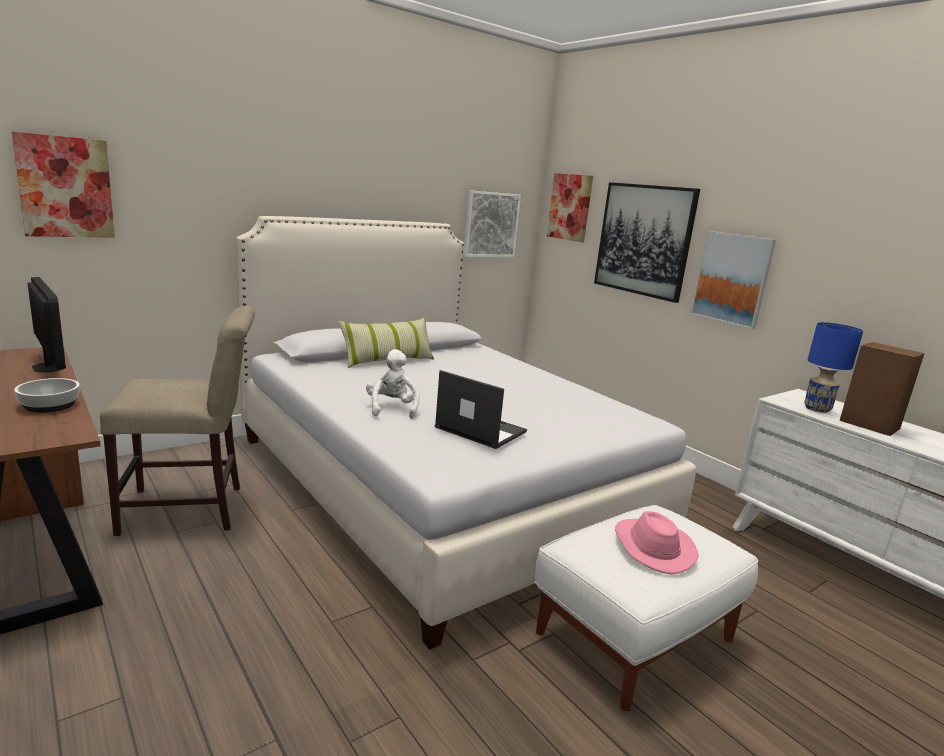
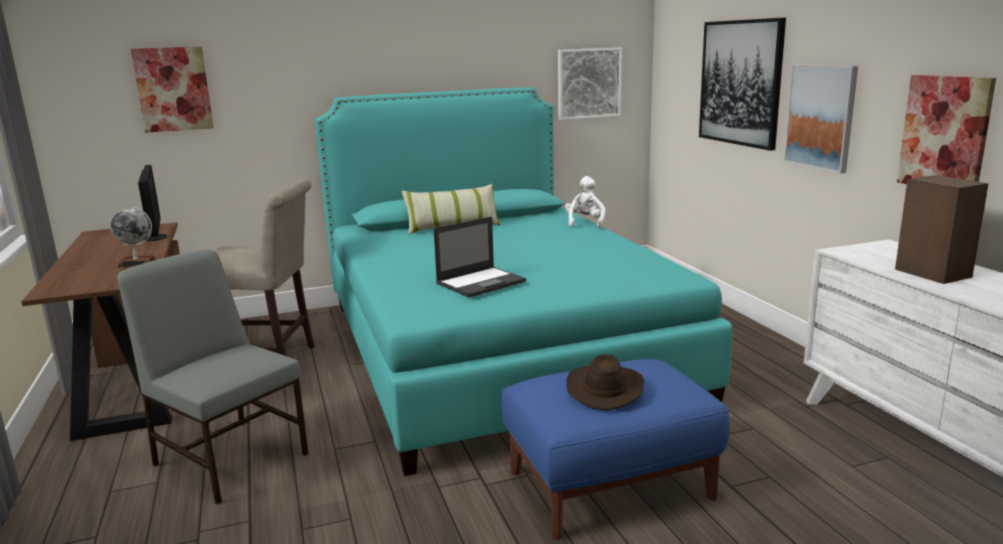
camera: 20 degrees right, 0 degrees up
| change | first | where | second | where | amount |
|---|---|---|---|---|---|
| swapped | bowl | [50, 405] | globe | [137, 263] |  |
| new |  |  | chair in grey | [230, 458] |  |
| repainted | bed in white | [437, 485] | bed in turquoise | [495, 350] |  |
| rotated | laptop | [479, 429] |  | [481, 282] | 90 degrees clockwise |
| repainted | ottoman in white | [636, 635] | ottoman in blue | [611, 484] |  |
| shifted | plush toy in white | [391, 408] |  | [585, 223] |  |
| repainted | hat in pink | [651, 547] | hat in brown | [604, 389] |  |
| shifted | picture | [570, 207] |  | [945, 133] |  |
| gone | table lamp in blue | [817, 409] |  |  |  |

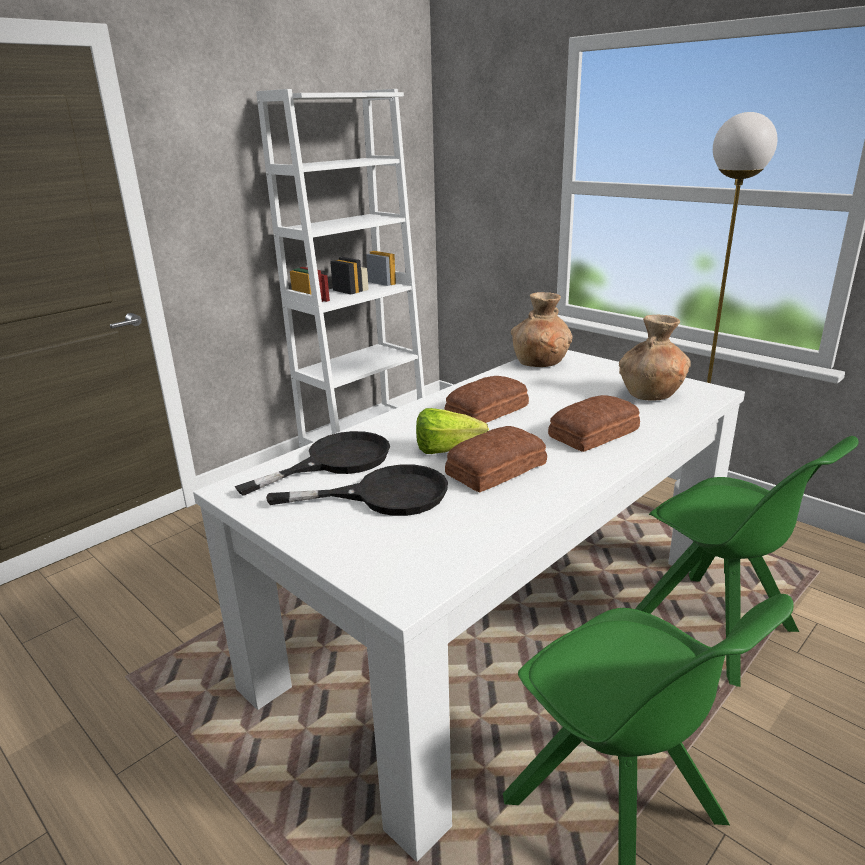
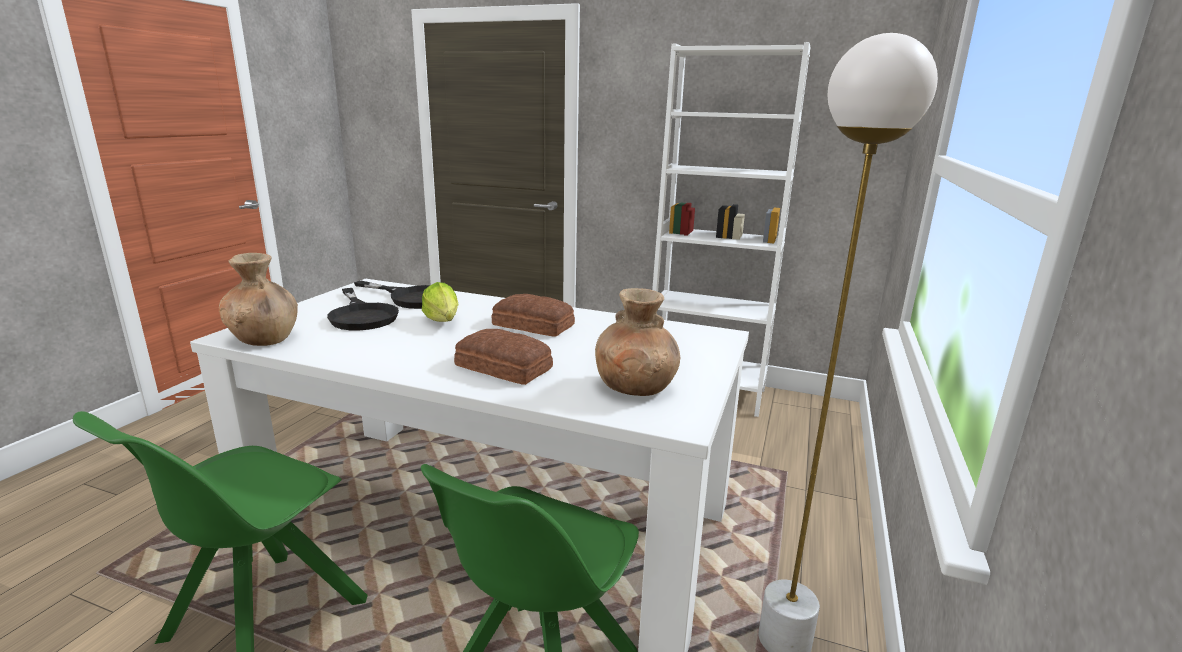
camera: 65 degrees right, 5 degrees down
| change | first | where | second | where | amount |
|---|---|---|---|---|---|
| shifted | vase in brown | [541, 363] |  | [265, 339] |  |
| gone | bread | [494, 469] |  |  |  |

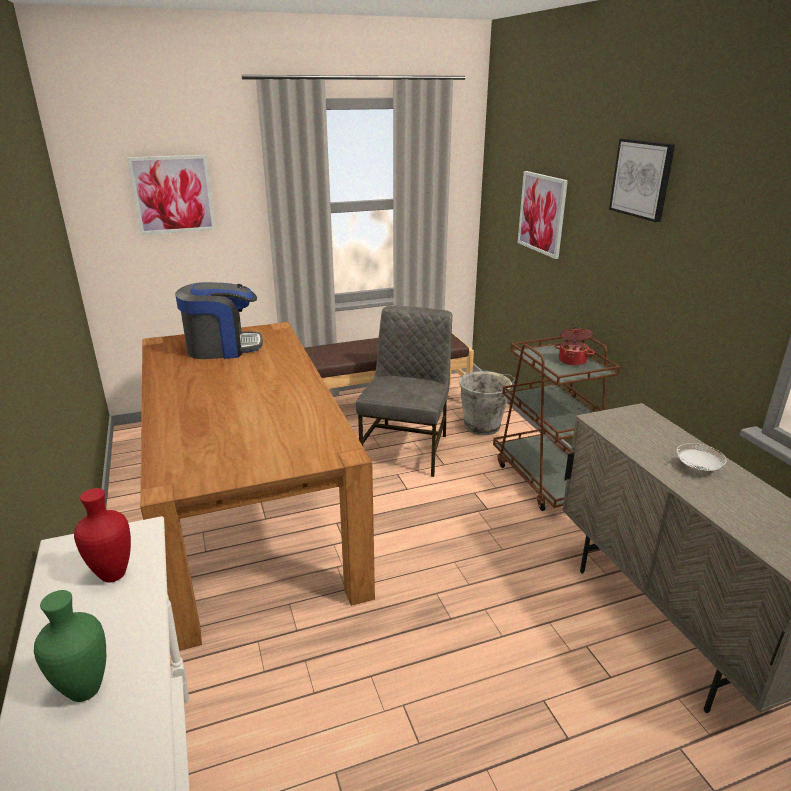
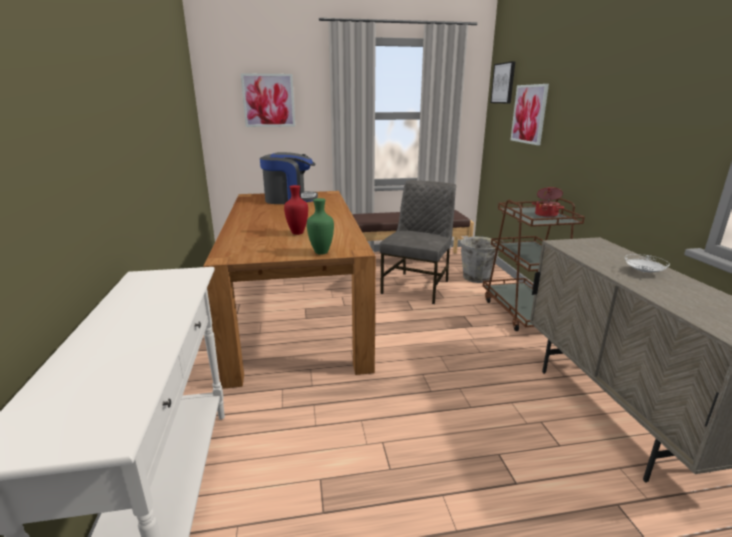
camera: 10 degrees right, 5 degrees down
| change | first | where | second | where | amount |
|---|---|---|---|---|---|
| shifted | vase in red | [111, 575] |  | [296, 233] |  |
| shifted | vase in green | [84, 692] |  | [321, 253] |  |
| shifted | picture | [642, 179] |  | [503, 83] |  |

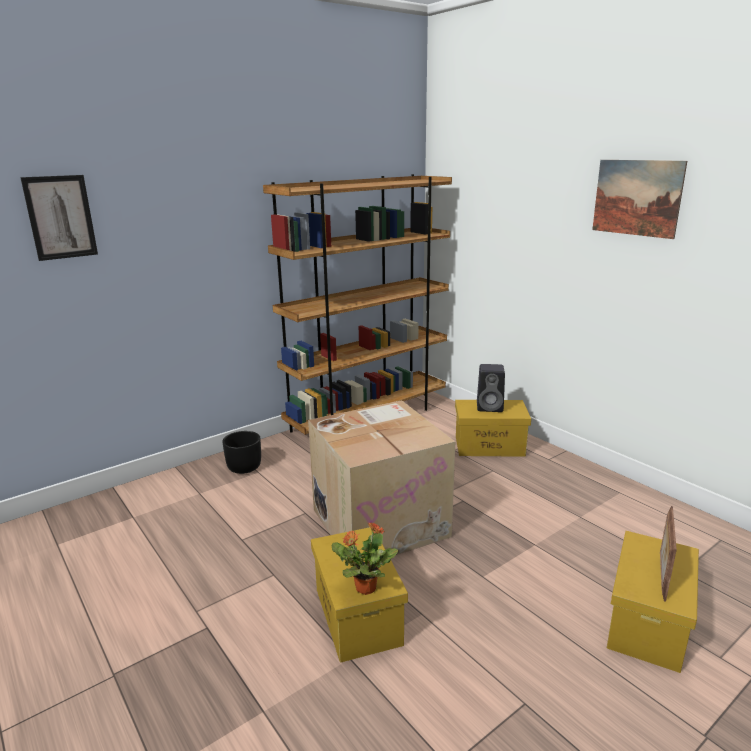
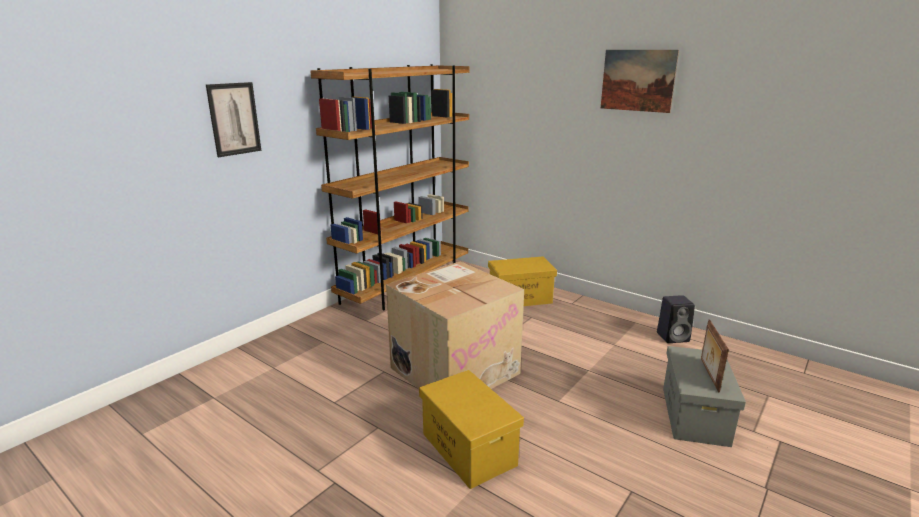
camera: 15 degrees left, 0 degrees up
| change | first | where | second | where | amount |
|---|---|---|---|---|---|
| shifted | picture | [60, 217] |  | [234, 119] |  |
| shifted | speaker in black | [490, 407] |  | [673, 337] |  |
| repainted | storage box in yellow | [647, 624] | storage box in grey | [695, 416] |  |
| gone | planter in black | [244, 467] |  |  |  |
| gone | potted plant | [364, 587] |  |  |  |

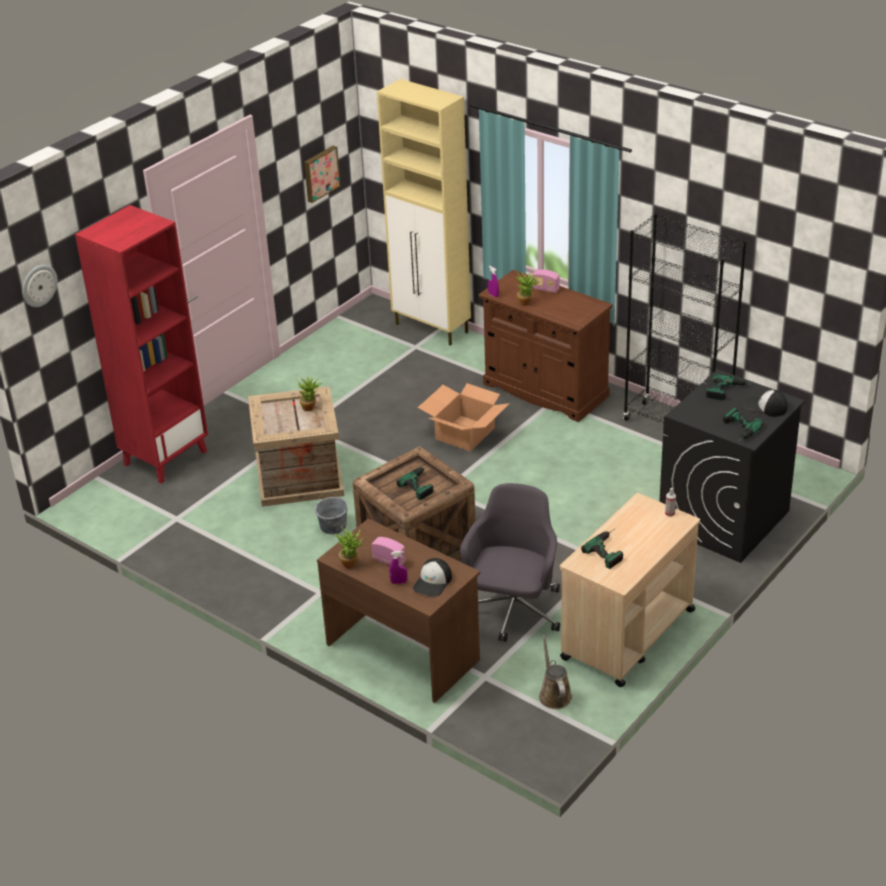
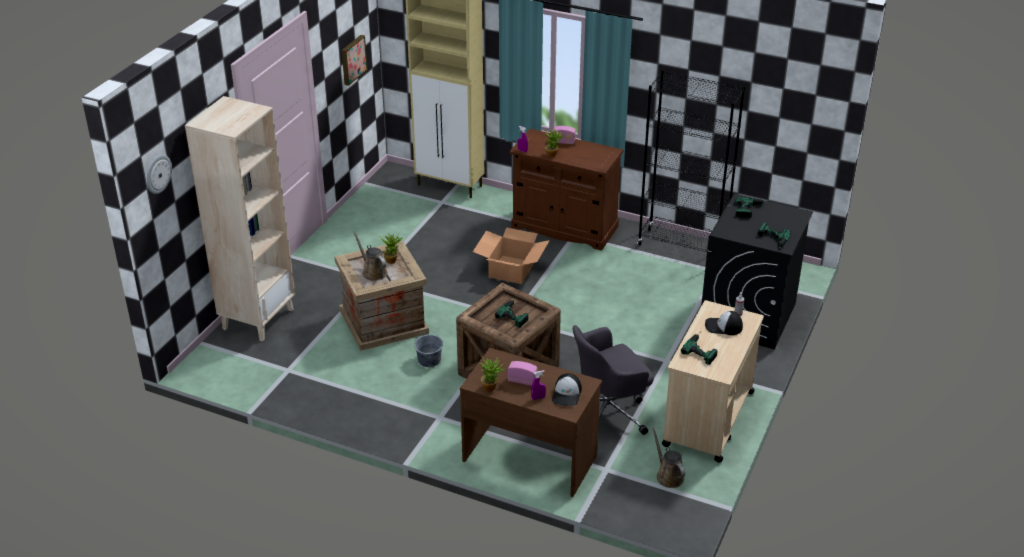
camera: 15 degrees left, 0 degrees up
| change | first | where | second | where | amount |
|---|---|---|---|---|---|
| repainted | bookcase in red | [165, 457] | bookcase in beige | [258, 318] |  |
| new |  |  | watering can in brown | [373, 272] |  |
| rotated | office chair in grey | [512, 611] |  | [608, 412] | 120 degrees counterclockwise |
| shifted | cap | [765, 407] |  | [723, 326] |  |

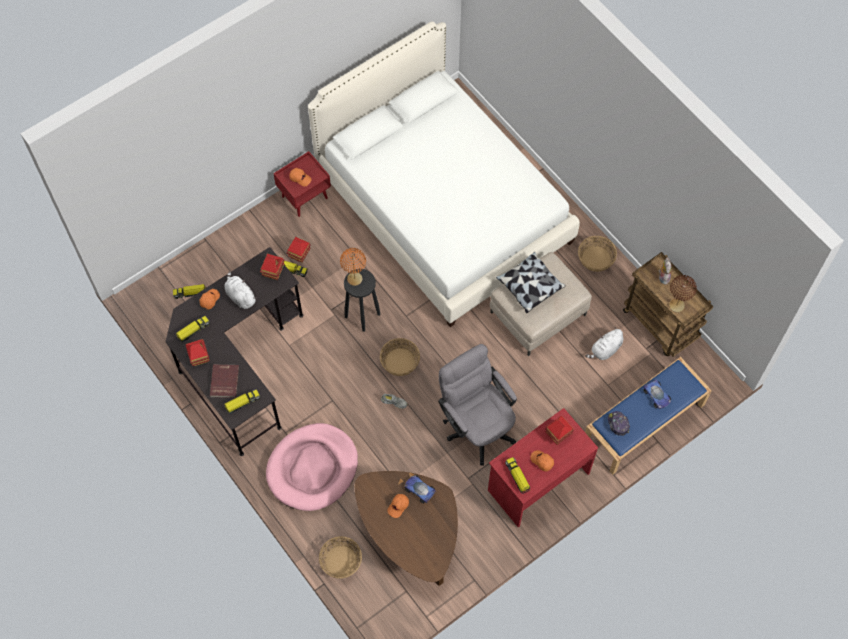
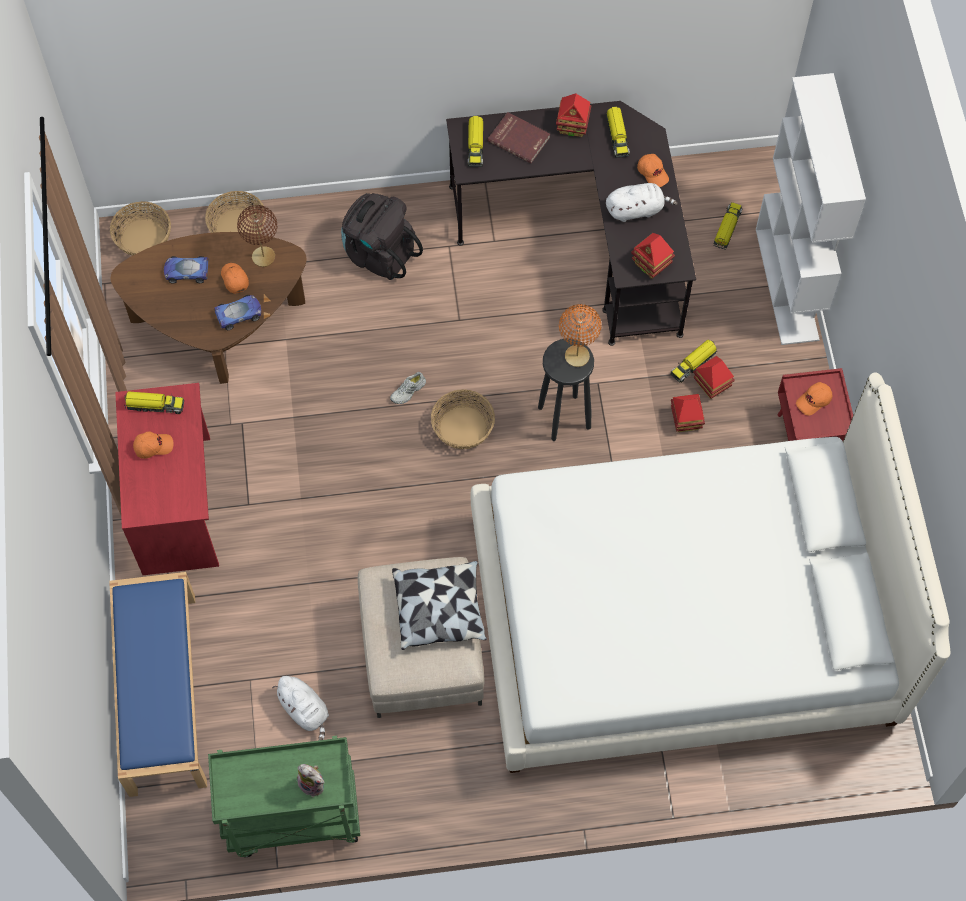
camera: 120 degrees right, 0 degrees up
| change | first | where | second | where | amount |
|---|---|---|---|---|---|
| shifted | basket | [595, 259] |  | [144, 238] |  |
| shifted | toy car | [657, 396] |  | [186, 271] |  |
| repainted | cart in brown | [661, 324] | cart in green | [292, 818] |  |
| shifted | table lamp in brown | [676, 306] |  | [263, 257] |  |
| rotated | plush toy in white | [605, 350] |  | [305, 710] | 150 degrees clockwise |
| swapped | dog bed in pink | [312, 468] | backpack in black | [379, 253] |  |
| shifted | toy house | [558, 434] |  | [685, 420] |  |
| new |  |  | bookcase in white | [787, 284] |  |
| gone | office chair in grey | [476, 425] |  |  |  |
| gone | cap | [618, 424] |  |  |  |

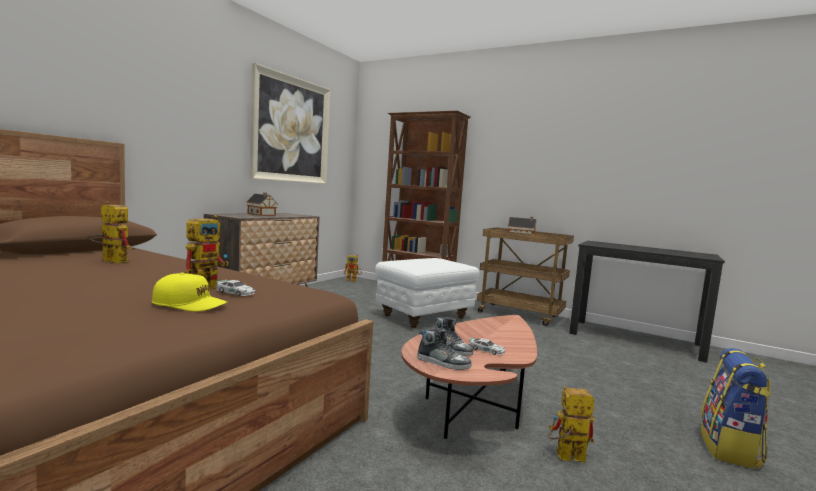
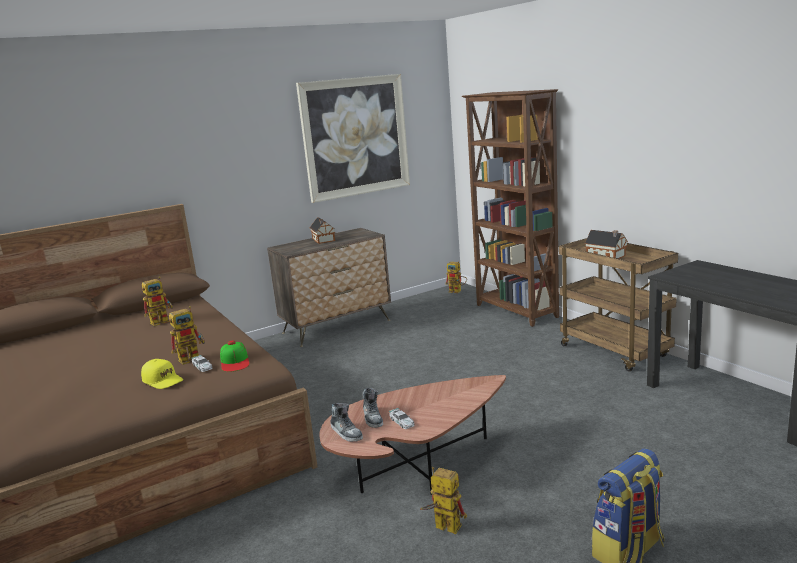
camera: 30 degrees right, 10 degrees up
| change | first | where | second | where | amount |
|---|---|---|---|---|---|
| rotated | toy robot | [110, 260] |  | [163, 321] | 90 degrees clockwise |
| new |  |  | cap | [235, 361] |  |
| gone | ottoman in white | [424, 317] |  |  |  |

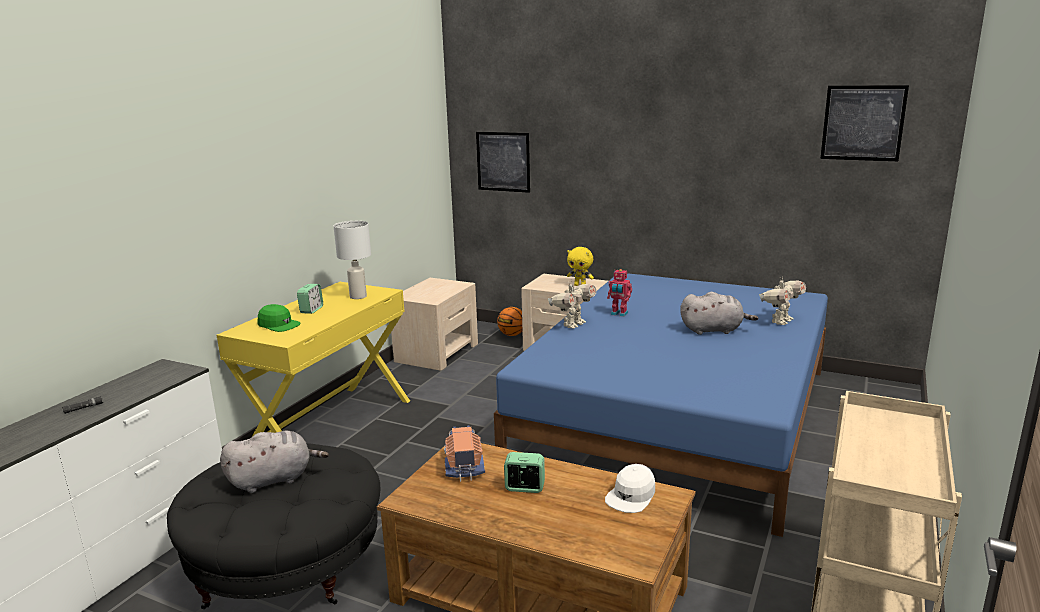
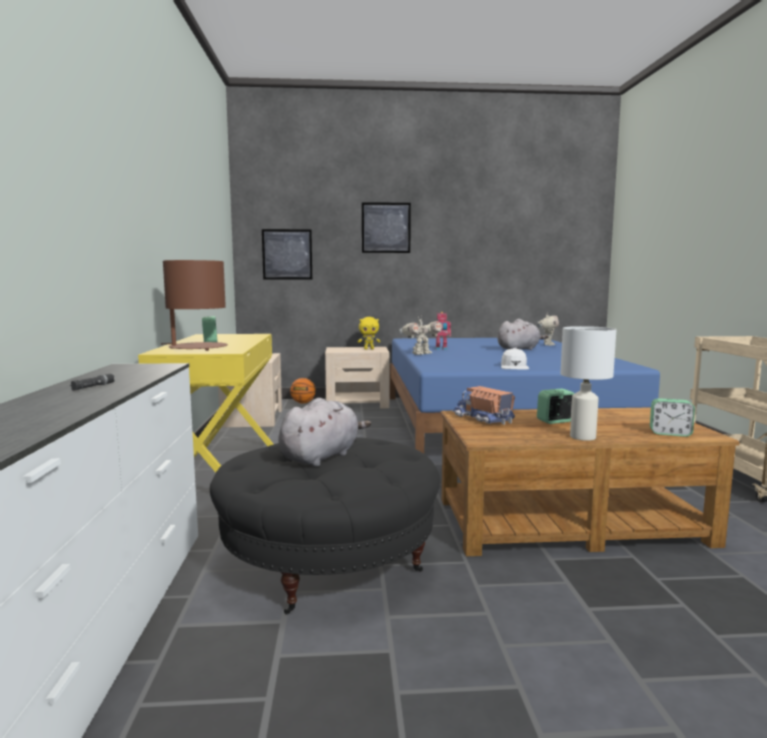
camera: 30 degrees left, 10 degrees down
| change | first | where | second | where | amount |
|---|---|---|---|---|---|
| swapped | cap in green | [278, 325] | table lamp in brown | [197, 348] |  |
| shifted | picture | [863, 123] |  | [386, 228] |  |
| rotated | toy robot | [572, 325] |  | [421, 354] | 45 degrees clockwise |
| shifted | cap in white | [631, 496] |  | [514, 367] |  |
| shifted | table lamp in white | [358, 296] |  | [583, 437] |  |
| new |  |  | alarm clock | [670, 433] |  |

